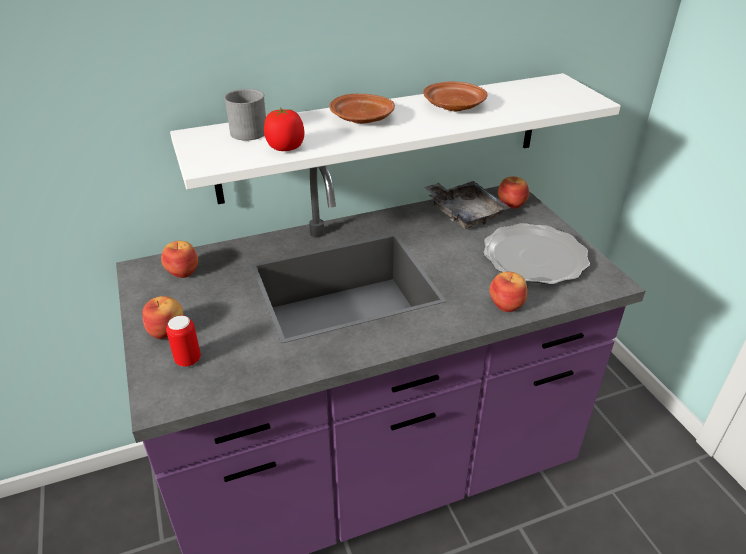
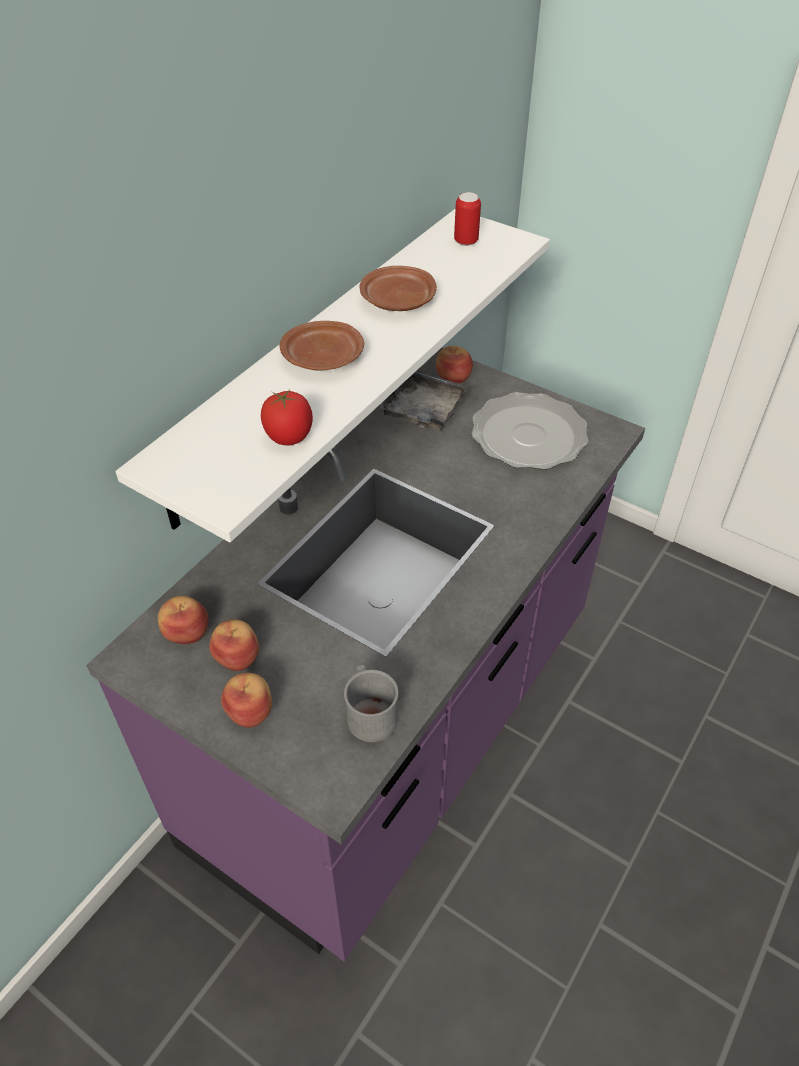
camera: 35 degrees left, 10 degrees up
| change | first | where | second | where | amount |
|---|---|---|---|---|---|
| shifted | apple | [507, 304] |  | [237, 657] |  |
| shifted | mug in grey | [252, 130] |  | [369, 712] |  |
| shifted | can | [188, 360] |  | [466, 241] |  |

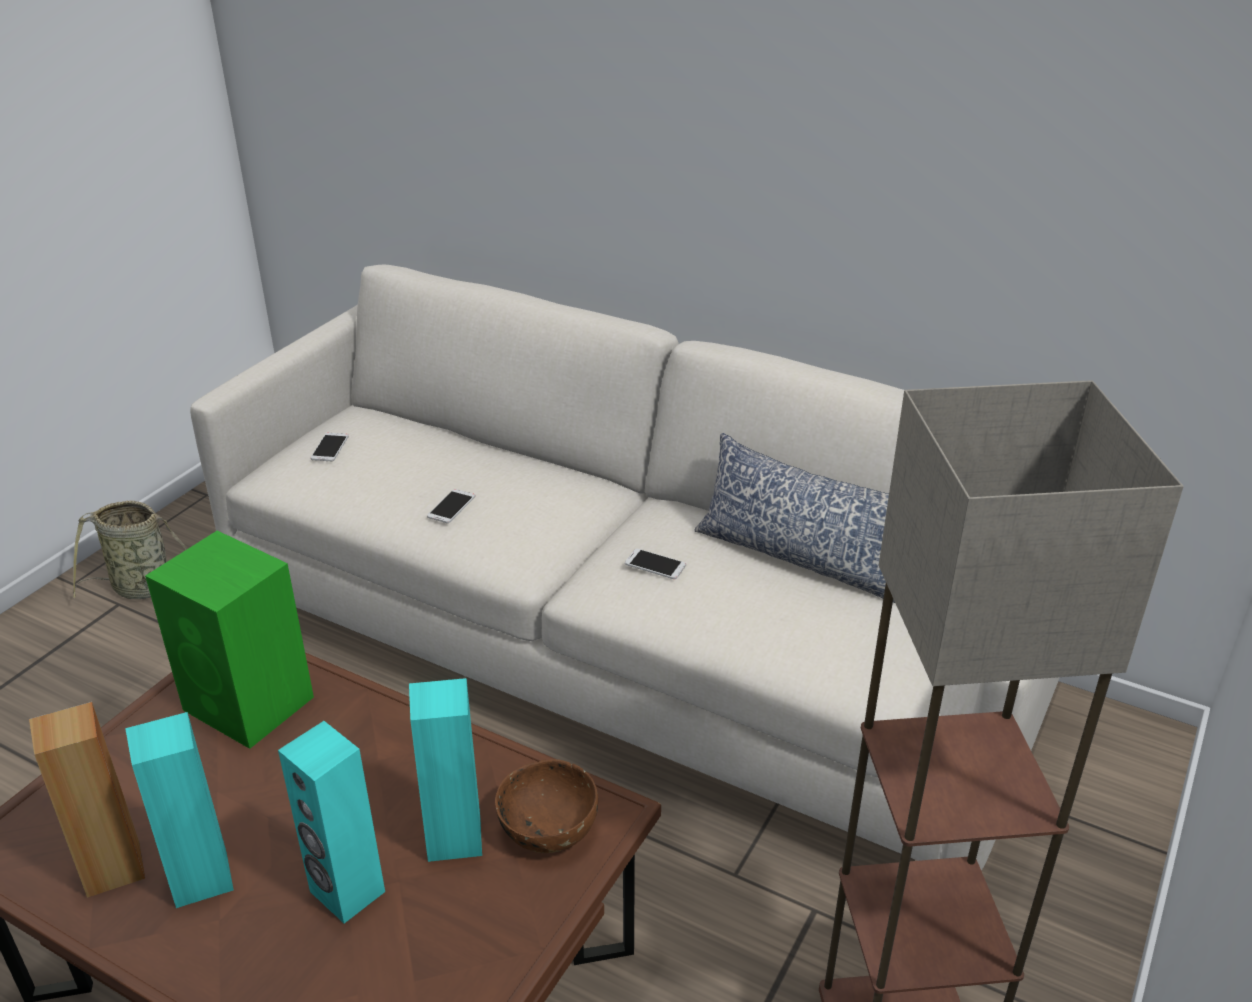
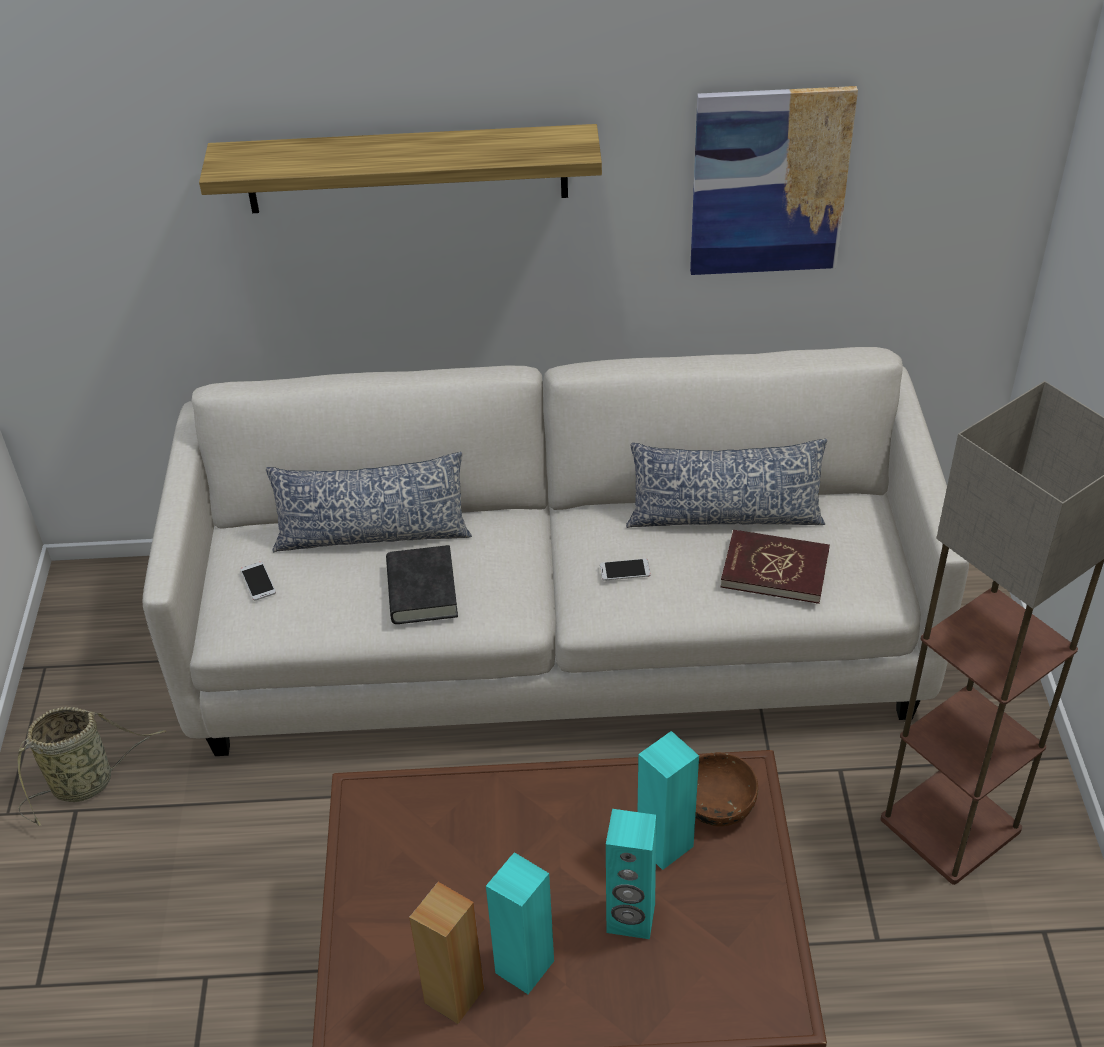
camera: 30 degrees left, 10 degrees up
| change | first | where | second | where | amount |
|---|---|---|---|---|---|
| new |  |  | shelf | [406, 169] |  |
| new |  |  | pillow | [372, 535] |  |
| swapped | phone | [451, 506] | book in black | [422, 591] |  |
| new |  |  | picture | [769, 182] |  |
| new |  |  | book in red | [775, 569] |  |
| gone | speaker in green | [251, 705] |  |  |  |

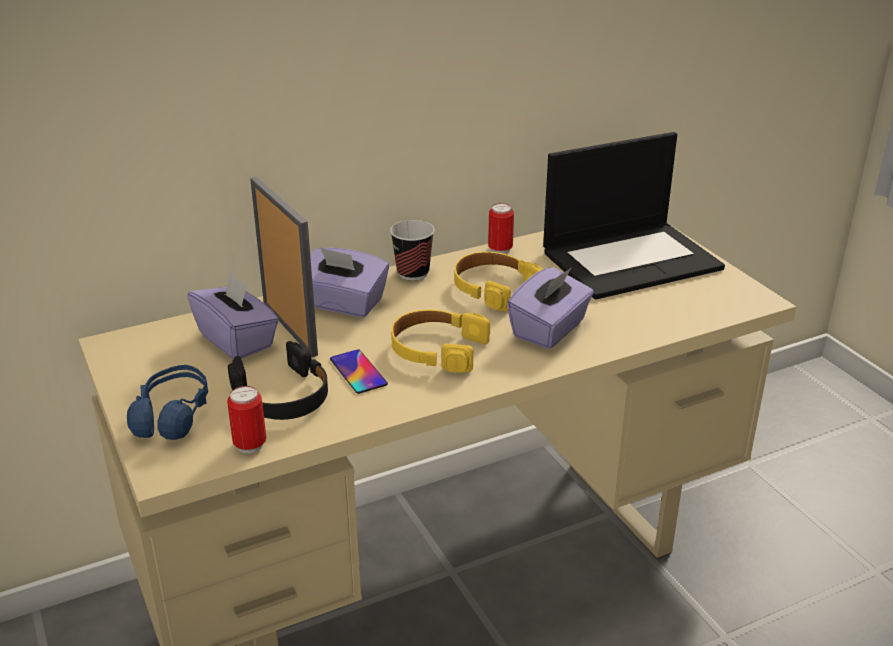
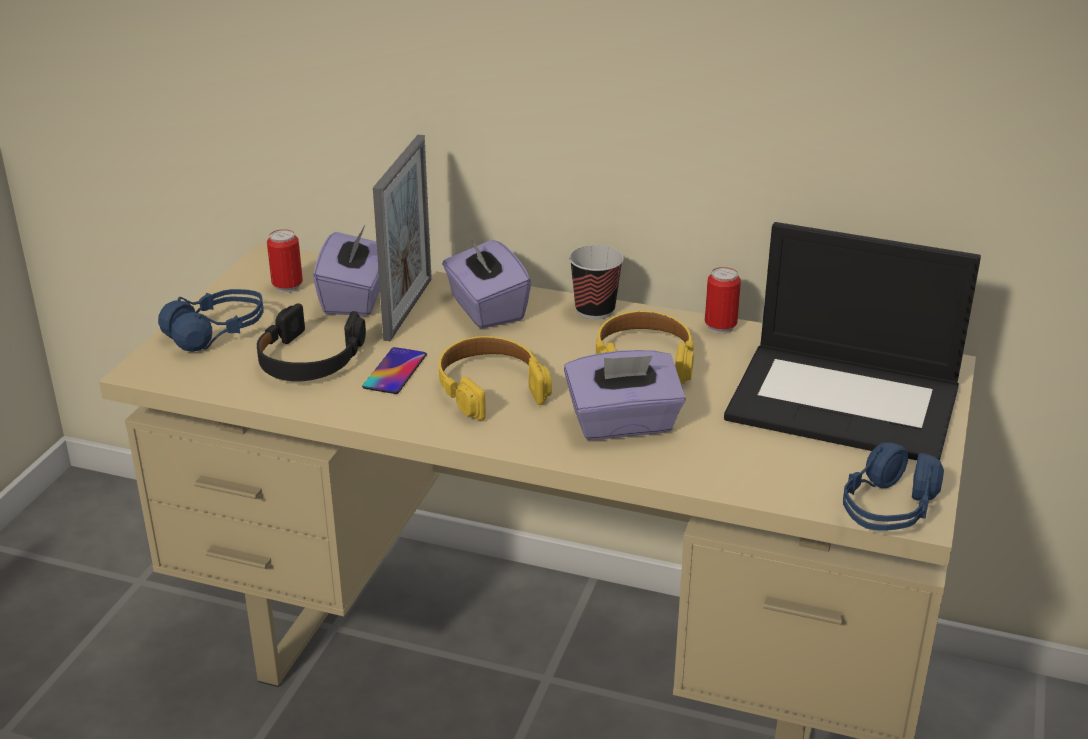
camera: 45 degrees right, 0 degrees up
| change | first | where | second | where | amount |
|---|---|---|---|---|---|
| shifted | can | [250, 445] |  | [287, 287] |  |
| new |  |  | headphones in blue | [888, 509] |  |

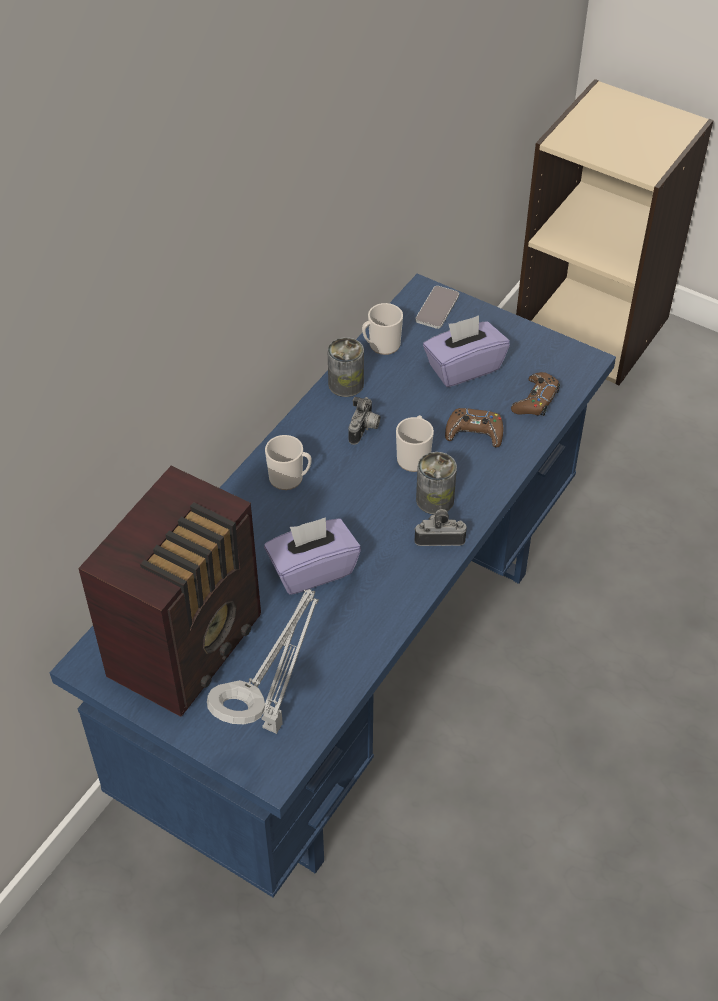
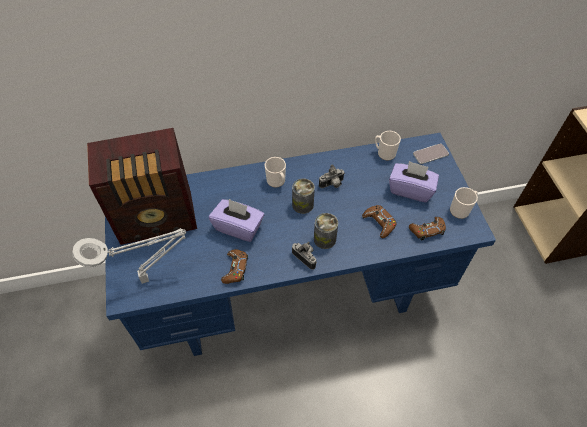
camera: 45 degrees right, 5 degrees up
| change | first | where | second | where | amount |
|---|---|---|---|---|---|
| new |  |  | game controller in brown | [235, 269] |  |
| shifted | can | [346, 384] |  | [303, 204] |  |
| shifted | mug | [414, 456] |  | [461, 209] |  |

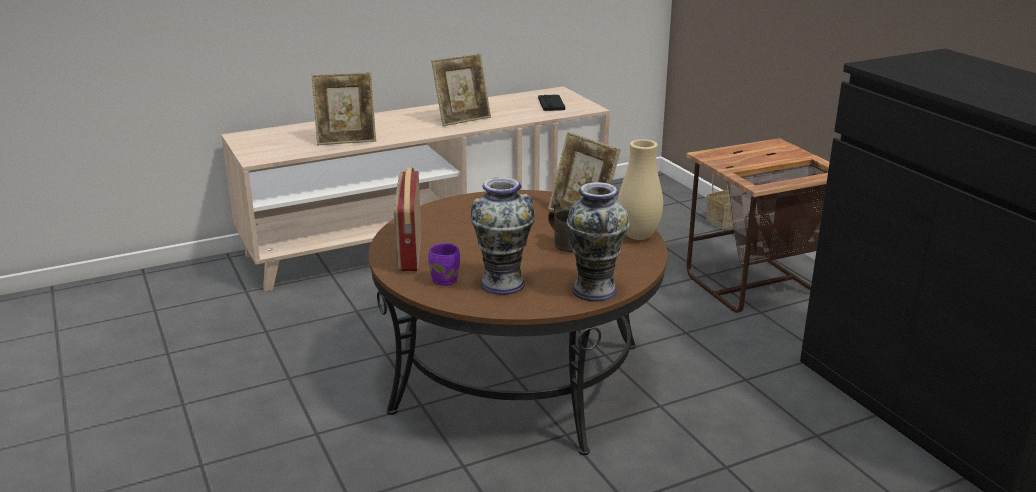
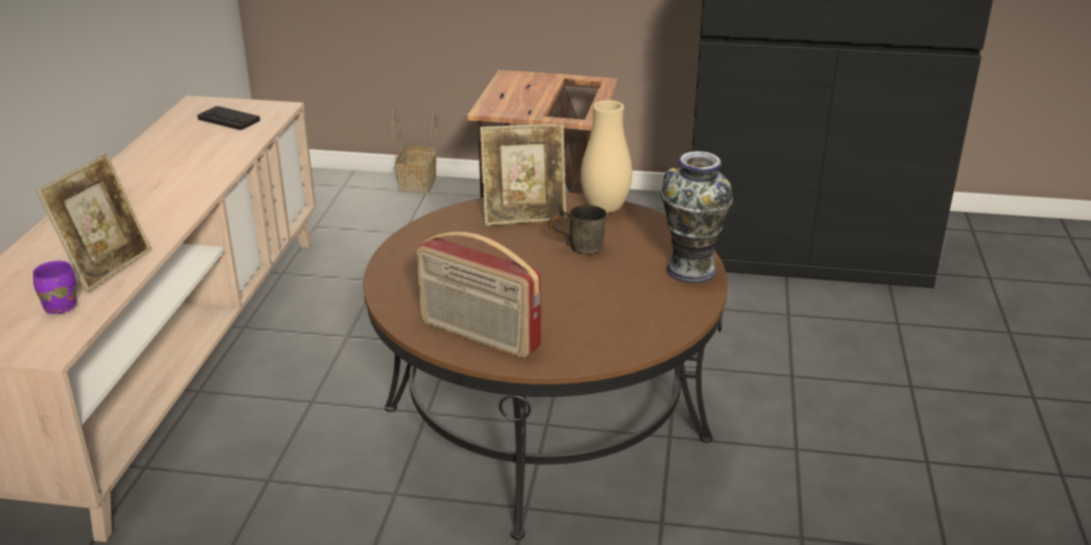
camera: 55 degrees left, 5 degrees up
| change | first | where | second | where | amount |
|---|---|---|---|---|---|
| shifted | mug in purple | [446, 280] |  | [61, 305] |  |
| gone | picture frame | [462, 119] |  |  |  |
| gone | vase | [502, 284] |  |  |  |

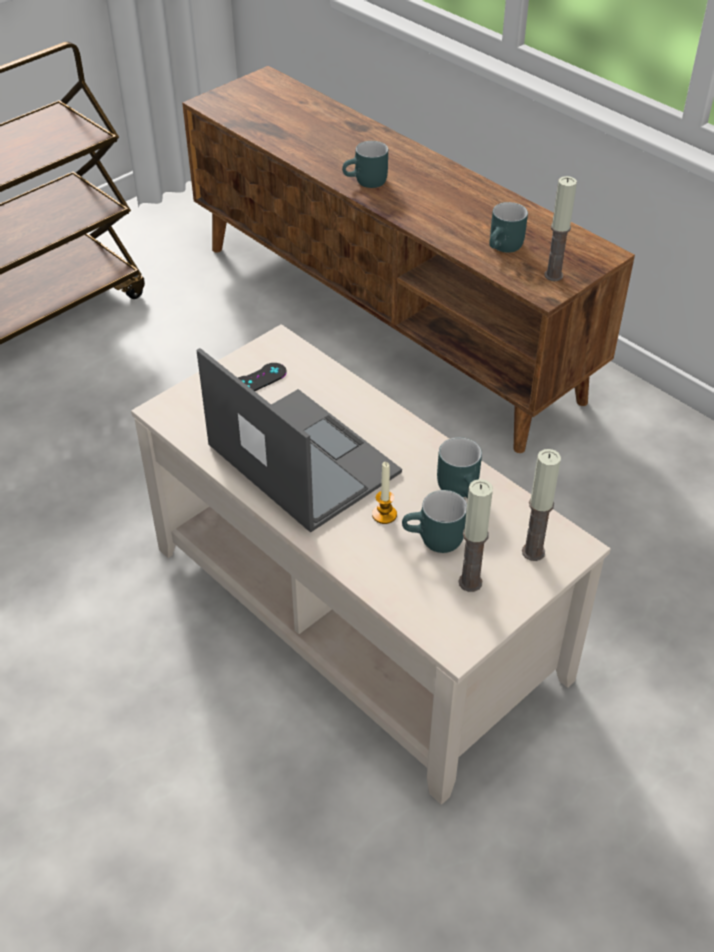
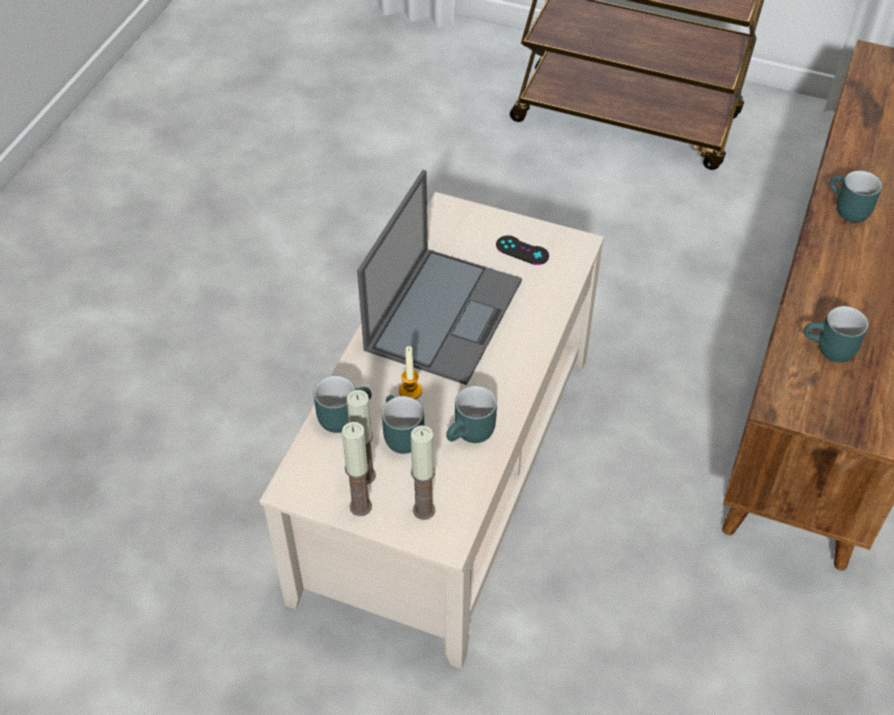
camera: 65 degrees right, 5 degrees up
| change | first | where | second | where | amount |
|---|---|---|---|---|---|
| new |  |  | mug in turquoise | [342, 414] |  |
| shifted | candle | [553, 275] |  | [360, 506] |  |

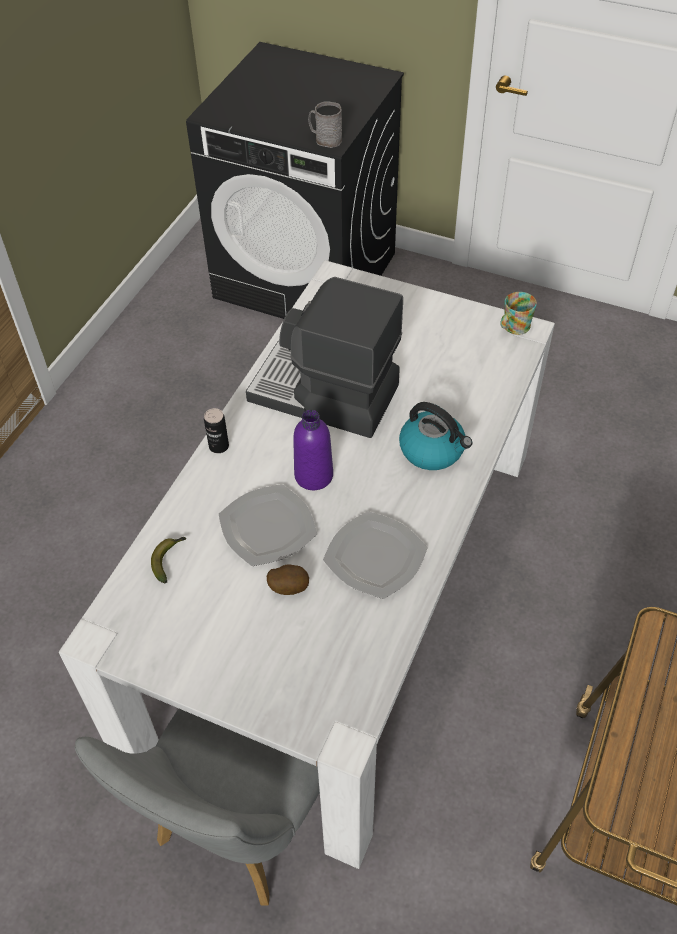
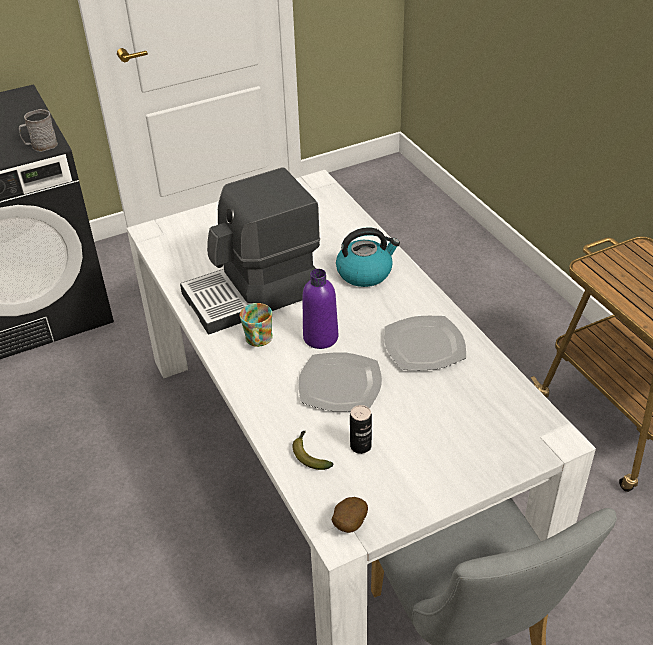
camera: 50 degrees left, 10 degrees down
| change | first | where | second | where | amount |
|---|---|---|---|---|---|
| shifted | mug | [513, 327] |  | [258, 340] |  |
| shifted | potato | [289, 587] |  | [348, 524] |  |
| shifted | can | [219, 446] |  | [360, 446] |  |

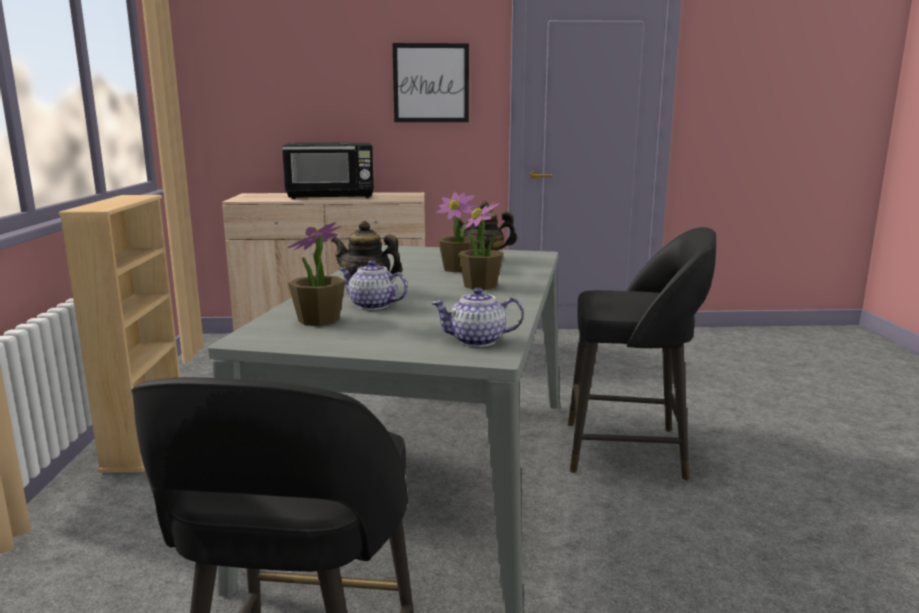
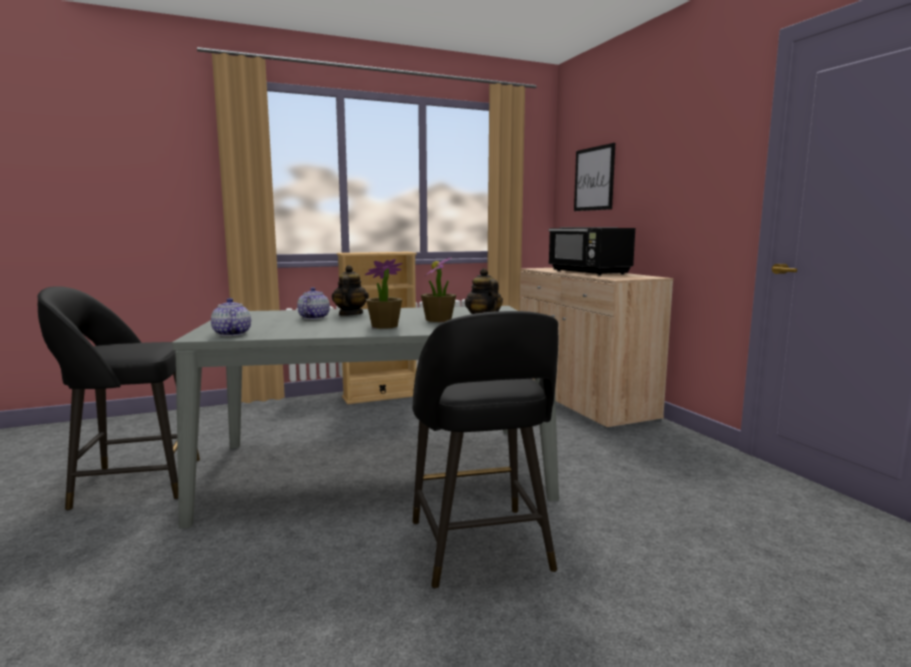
camera: 70 degrees right, 5 degrees down
| change | first | where | second | where | amount |
|---|---|---|---|---|---|
| shifted | picture | [431, 83] |  | [594, 179] |  |
| gone | potted plant | [319, 320] |  |  |  |

